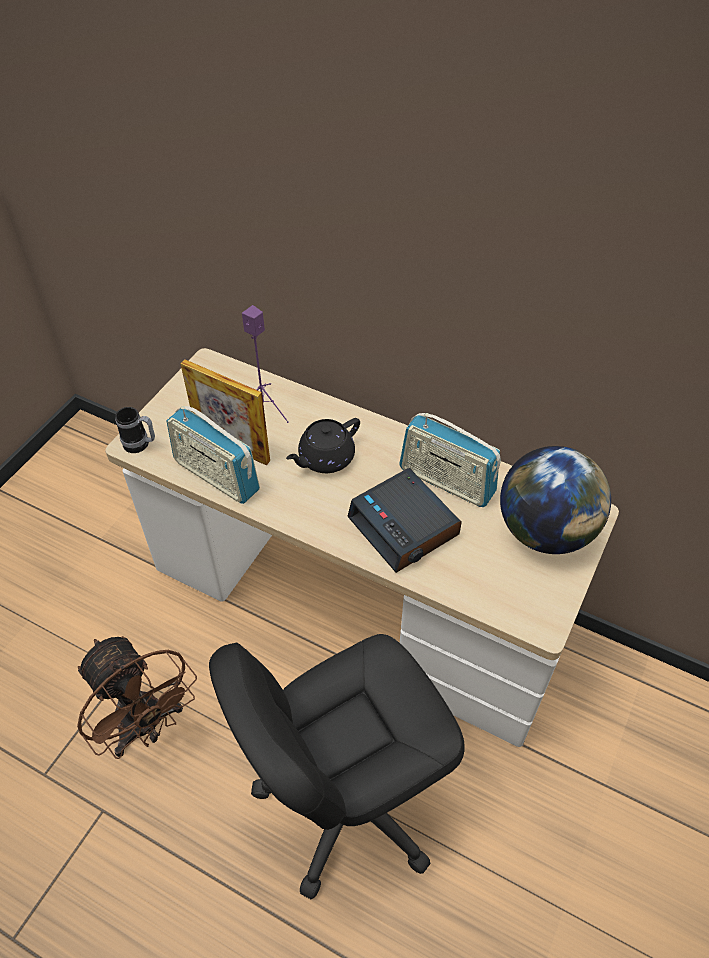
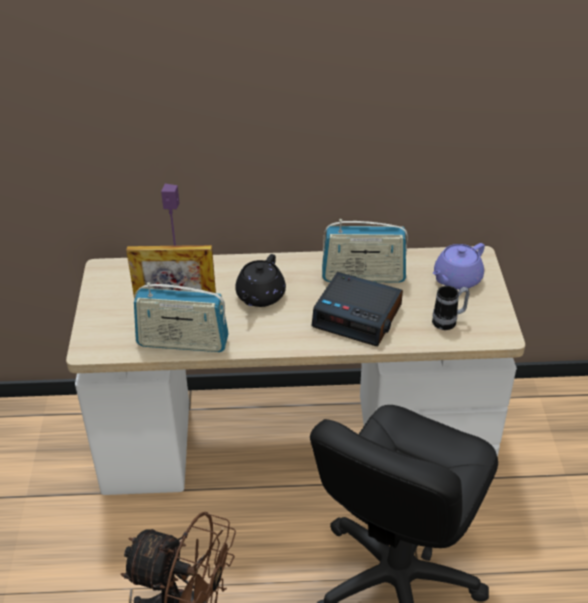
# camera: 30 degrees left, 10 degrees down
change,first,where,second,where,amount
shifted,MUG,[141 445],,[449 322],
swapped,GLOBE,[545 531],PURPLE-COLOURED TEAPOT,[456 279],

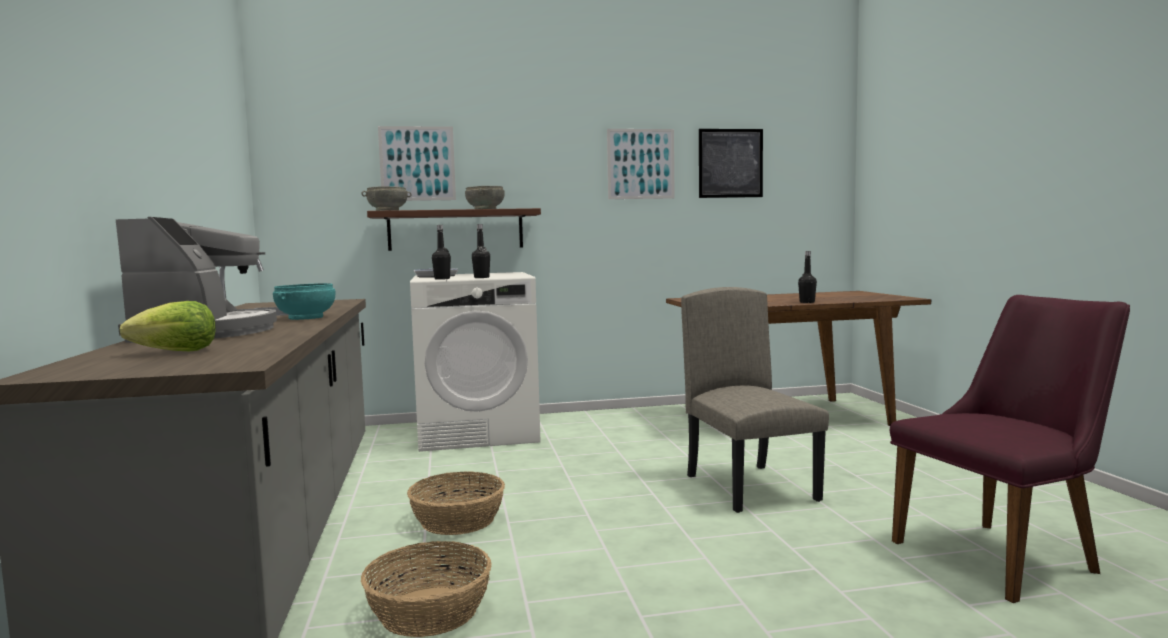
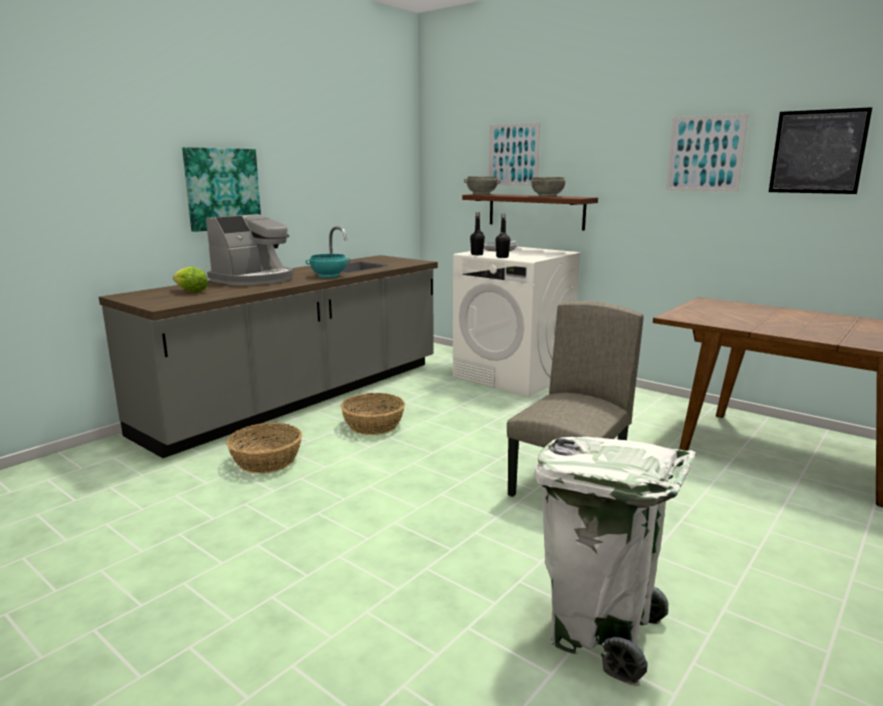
# camera: 50 degrees right, 10 degrees up
change,first,where,second,where,amount
gone,BLACK BEVERAGE BOTTLE,[807 302],,,
swapped,PURPLE-COLOURED UPRIGHT CHAIR,[1007 555],WHITISH TRASH CAN,[600 633],
new,,,WALL ART,[222 189],

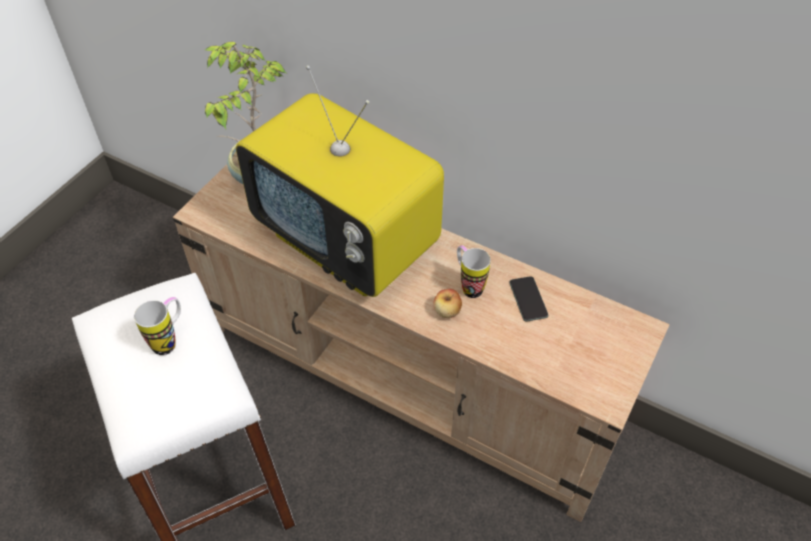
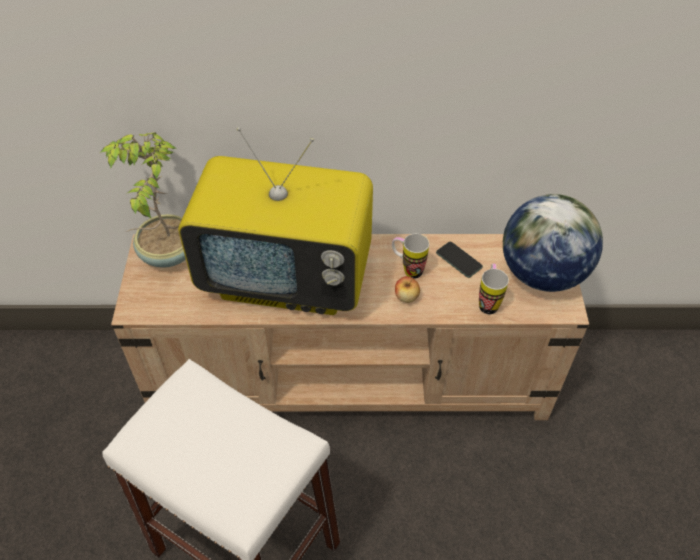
# camera: 30 degrees left, 0 degrees up
change,first,where,second,where,amount
shifted,MUG,[170 340],,[488 302],
new,,,GLOBE,[541 273],

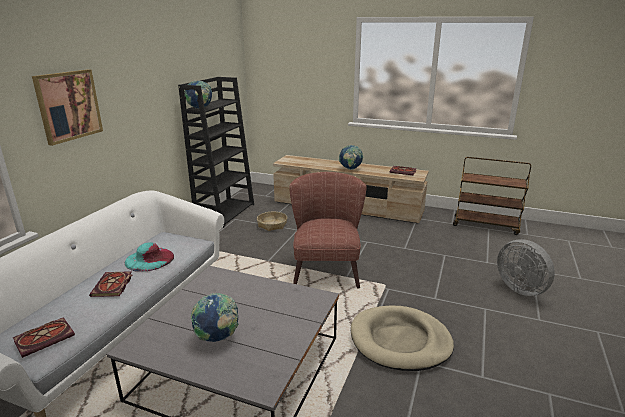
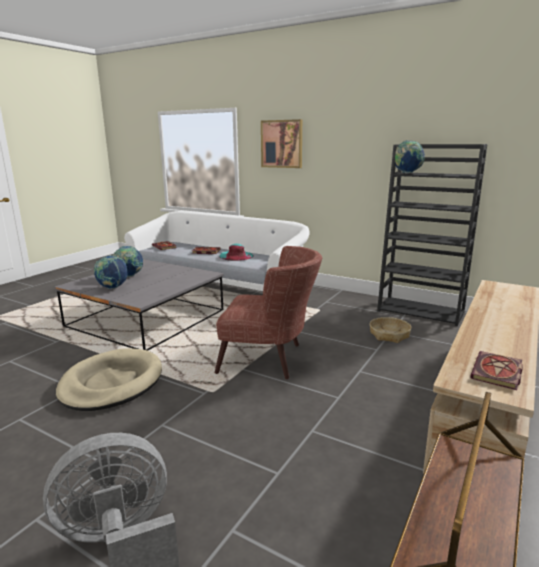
# camera: 100 degrees right, 5 degrees down
change,first,where,second,where,amount
shifted,GLOBE,[350 169],,[112 288],

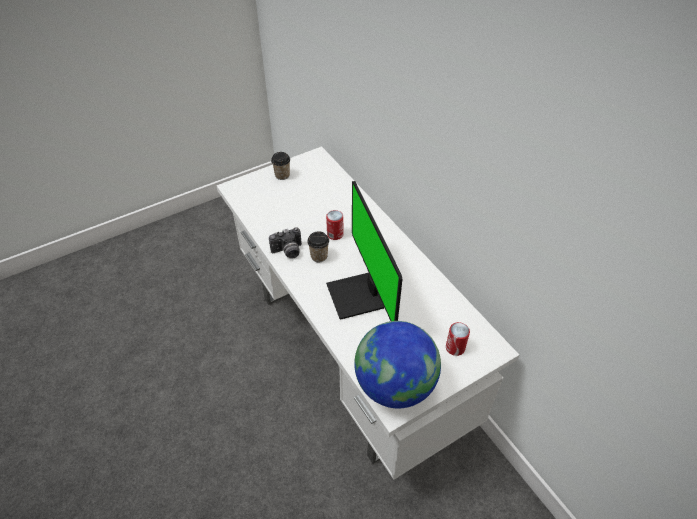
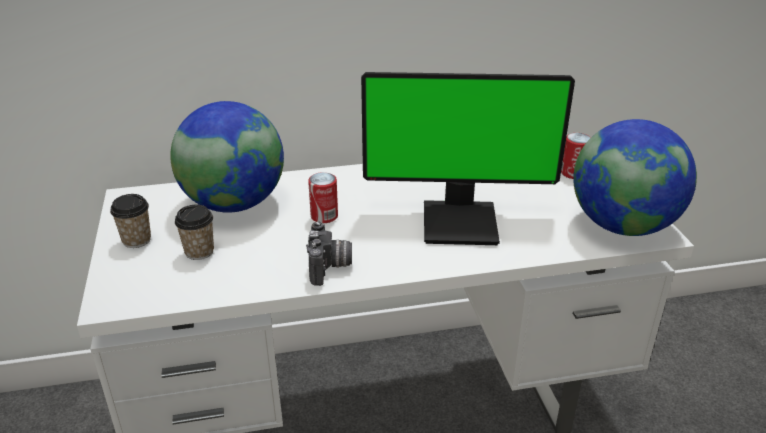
# camera: 70 degrees left, 15 degrees down
change,first,where,second,where,amount
shifted,SMALL CUP,[319 256],,[199 252],
new,,,GLOBE,[234 204],

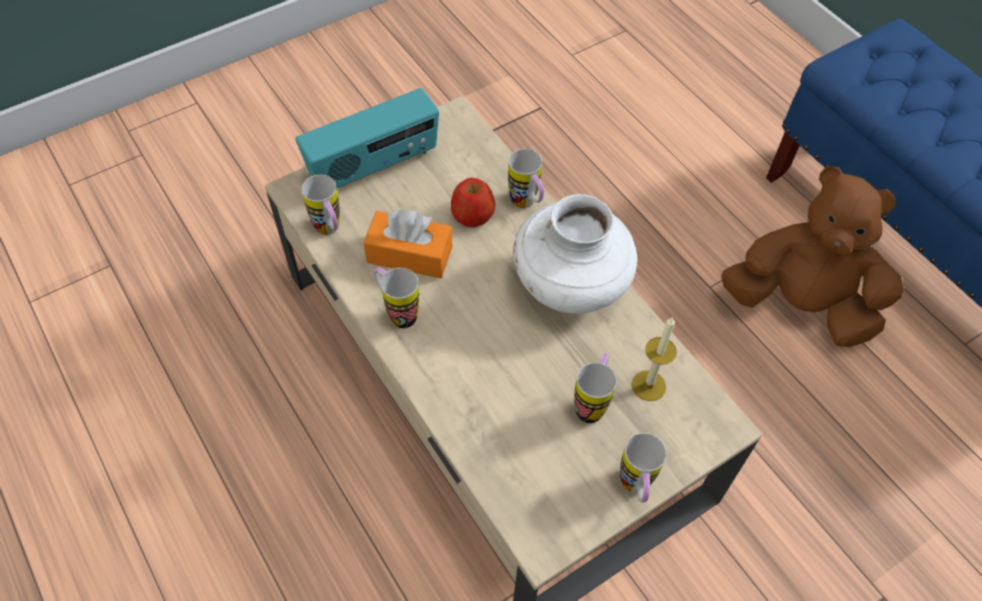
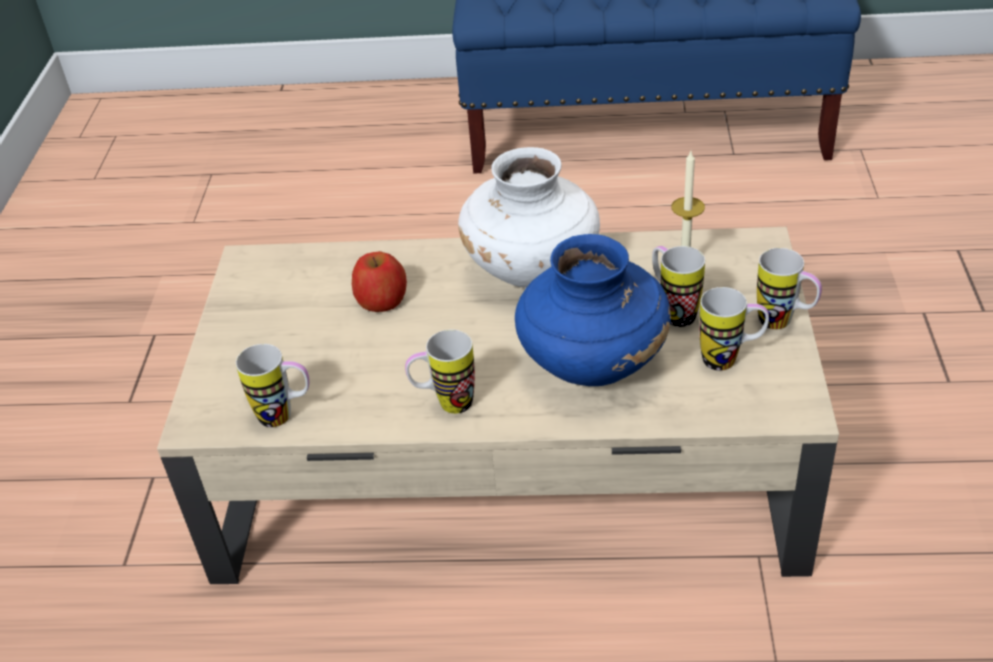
# camera: 50 degrees left, 15 degrees down
change,first,where,second,where,amount
gone,RADIO SET,[374 166],,,
shifted,MUG,[526 205],,[730 360],
gone,BROWN-COLOURED SOFT TOY,[800 305],,,
gone,ORANGE-COLOURED BOX OF TISSUES,[409 254],,,
new,,,BLUE-COLOURED VASE,[591 363],

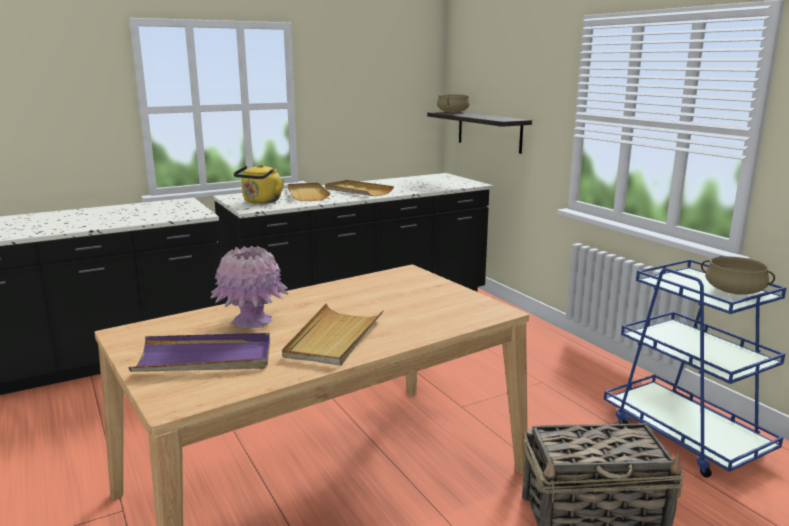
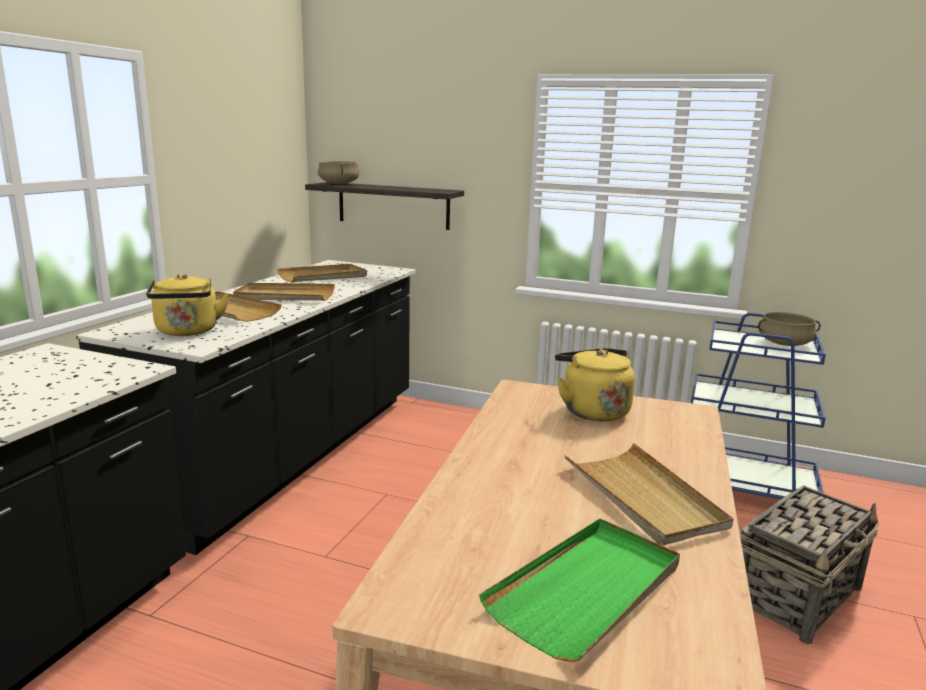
# camera: 40 degrees left, 0 degrees up
change,first,where,second,where,amount
gone,PINK-COLOURED VASE,[251 321],,,
repainted,PURPLE-COLOURED CARRYING TRAY,[205 358],GREENISH CARRYING TRAY,[587 590],
new,,,BEIGE-COLOURED CARRYING TRAY,[323 276],
new,,,YELLOW-COLOURED WATER KETTLE,[592 410],

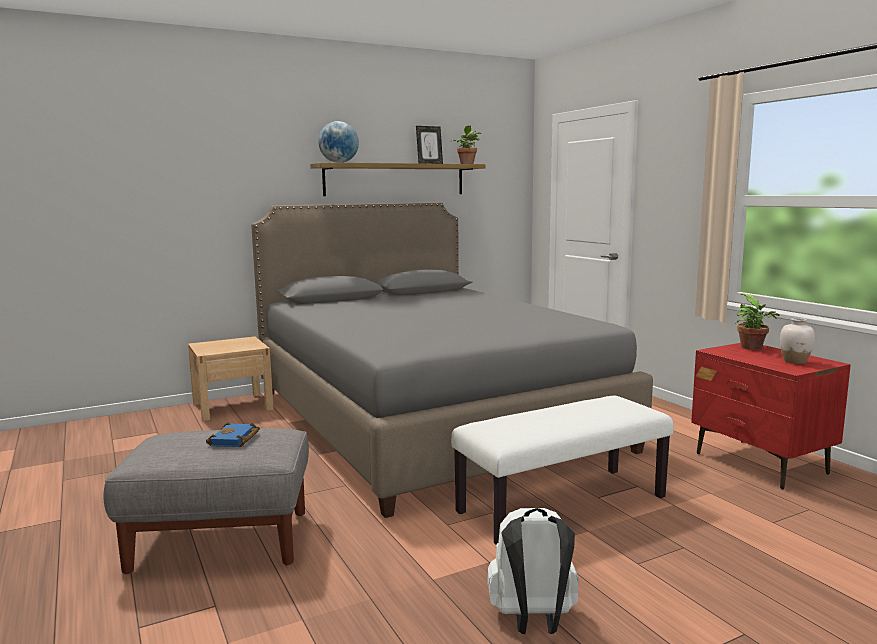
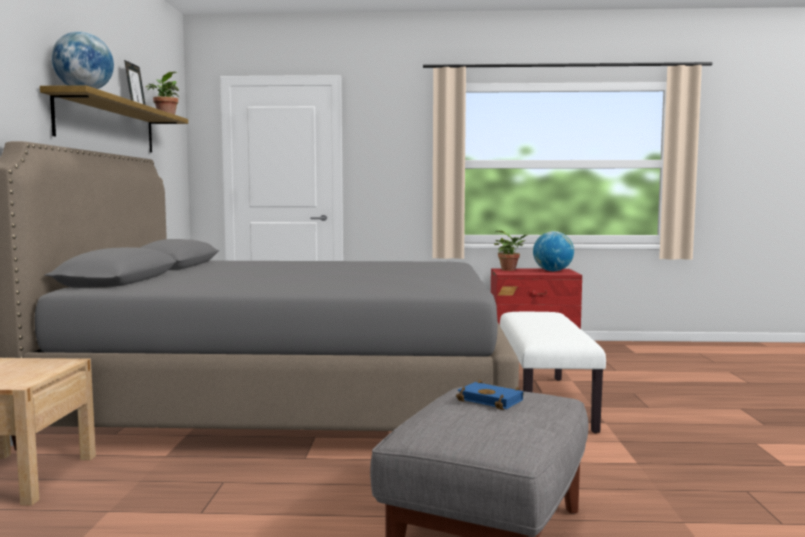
# camera: 60 degrees left, 5 degrees down
change,first,where,second,where,amount
swapped,WHITISH VASE,[795 361],GLOBE,[552 271],
gone,WHITISH RUCKSACK,[533 621],,,

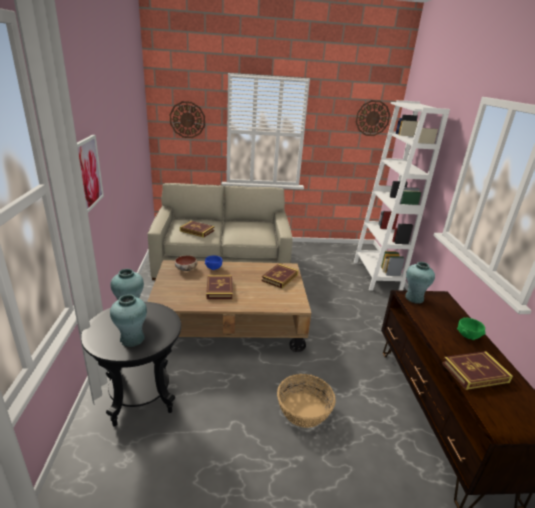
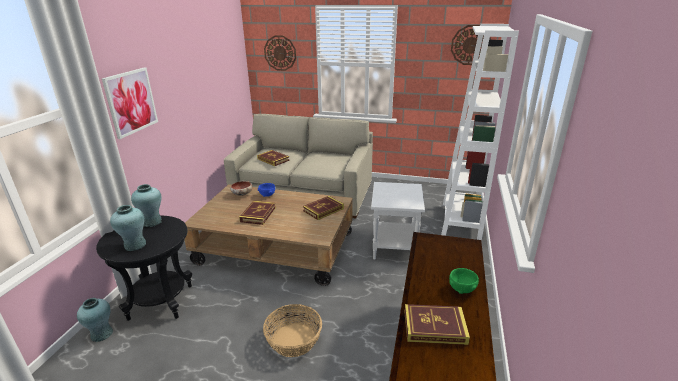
# camera: 20 degrees right, 0 degrees up
change,first,where,second,where,amount
shifted,TURQUOISE-COLOURED VASE,[414 298],,[101 334],
new,,,WHITISH ACCENT TABLE,[393 247],

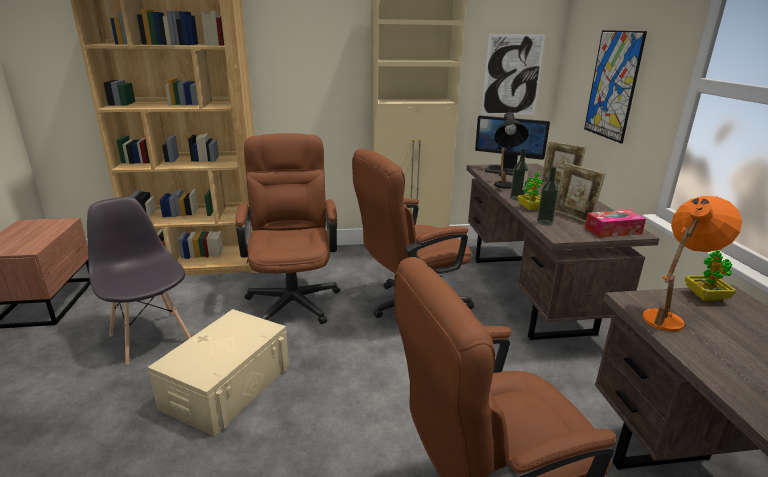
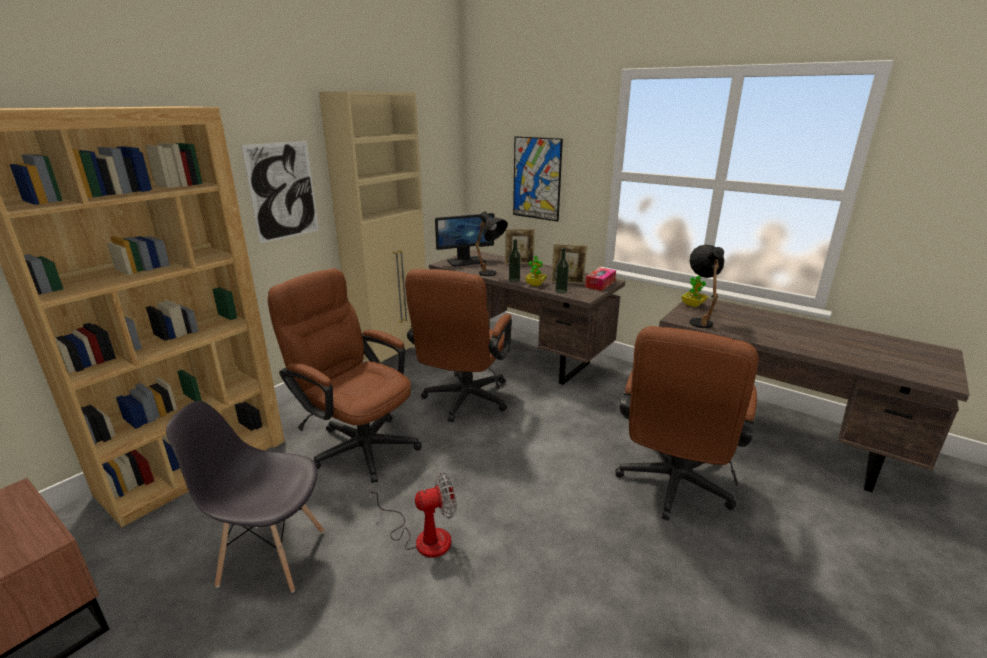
# camera: 45 degrees left, 0 degrees up
change,first,where,second,where,amount
shifted,WALL ART,[512 75],,[283 191],
repainted,ORANGE-COLOURED TABLETOP LAMP,[670 316],BLACK TABLETOP LAMP,[699 320],
swapped,BEIGE-COLOURED STORAGE BIN,[227 386],ELECTRIC FAN,[423 537],

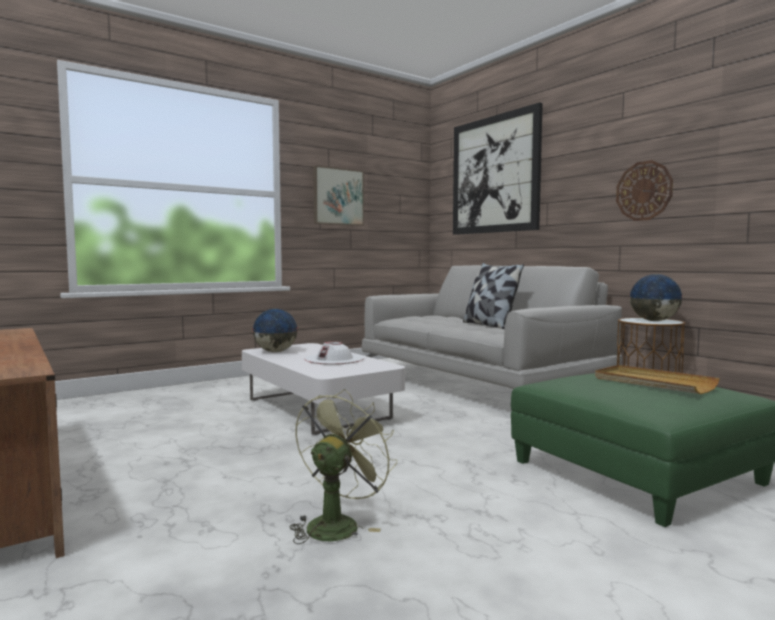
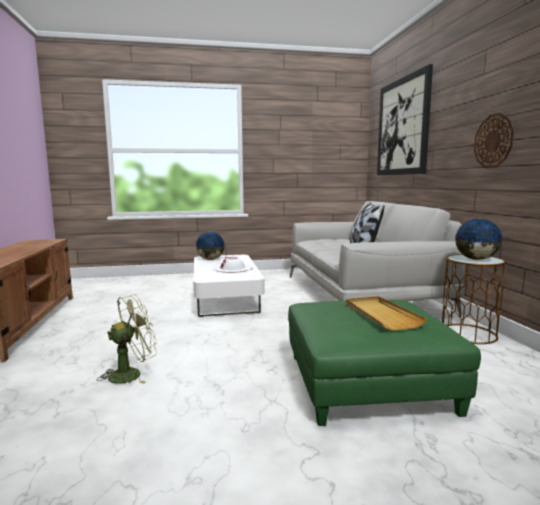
# camera: 25 degrees right, 5 degrees up
change,first,where,second,where,amount
gone,WALL ART,[338 196],,,

